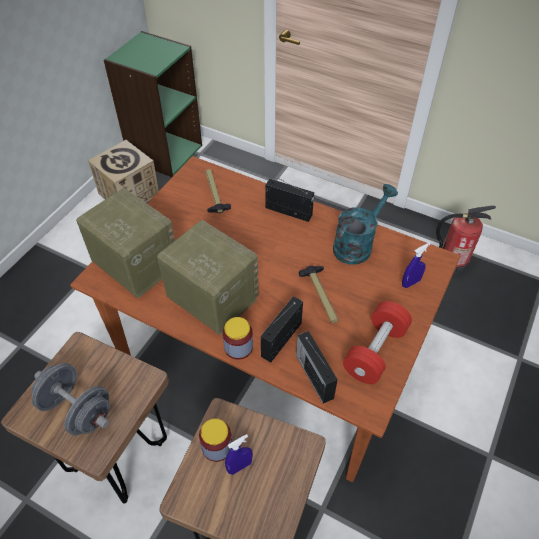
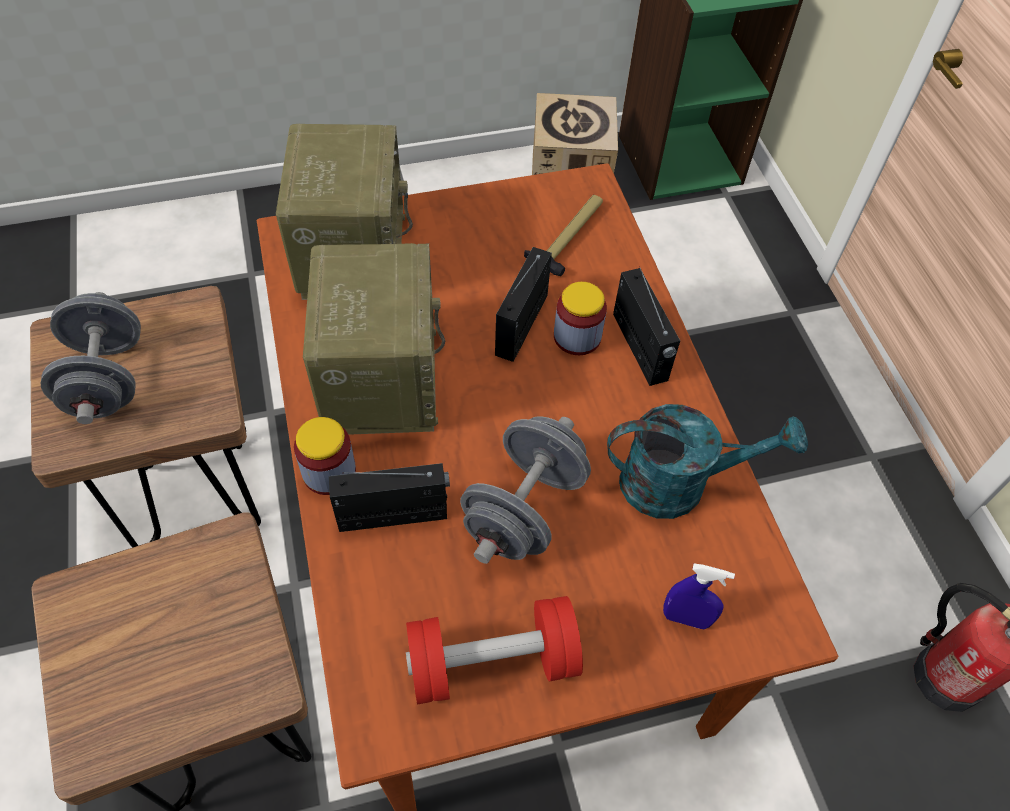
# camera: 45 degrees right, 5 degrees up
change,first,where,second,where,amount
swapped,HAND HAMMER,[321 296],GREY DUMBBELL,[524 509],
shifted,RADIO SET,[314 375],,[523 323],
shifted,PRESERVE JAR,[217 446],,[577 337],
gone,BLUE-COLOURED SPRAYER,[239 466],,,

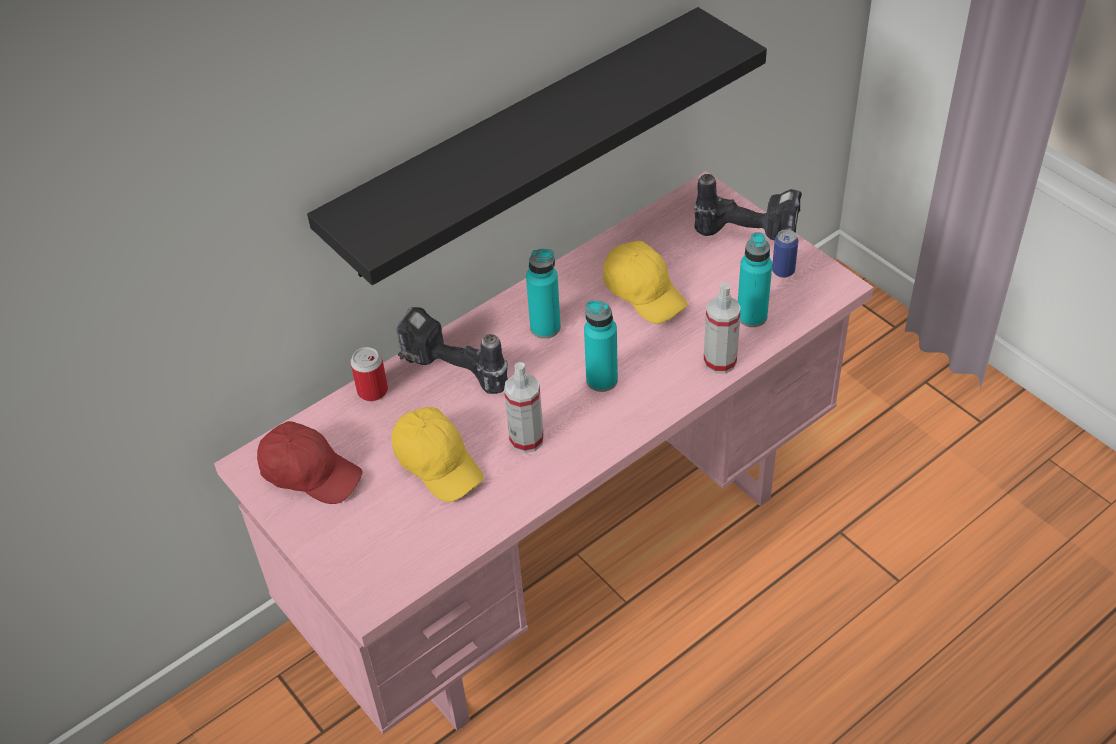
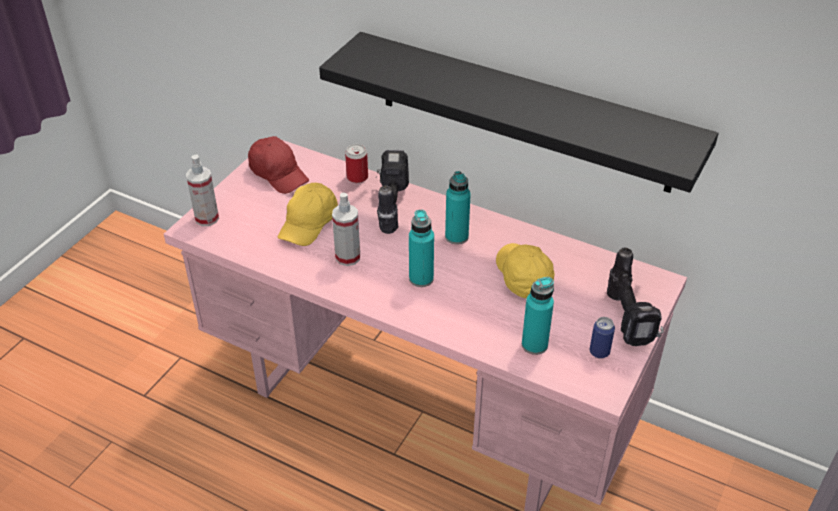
# camera: 65 degrees right, 5 degrees down
change,first,where,second,where,amount
rotated,YELLOW-COLOURED BASEBALL CAP,[644 292],,[523 277],135 degrees clockwise
shifted,SPRAYER,[720 361],,[207 218],
rotated,RED-COLOURED BASEBALL CAP,[310 473],,[279 174],45 degrees counterclockwise

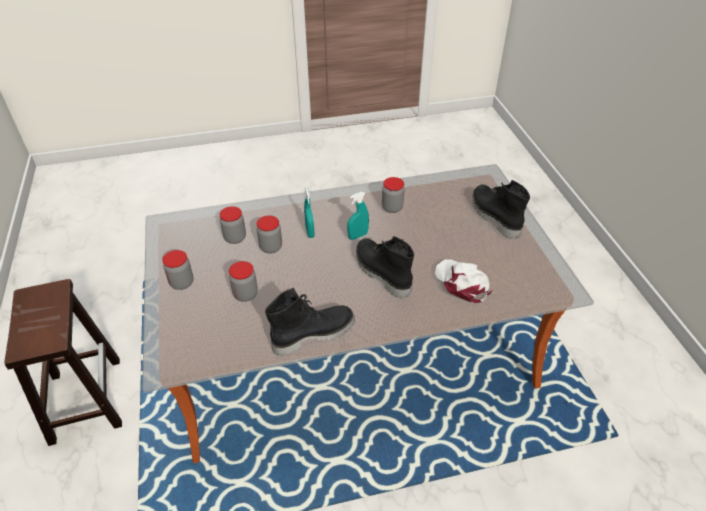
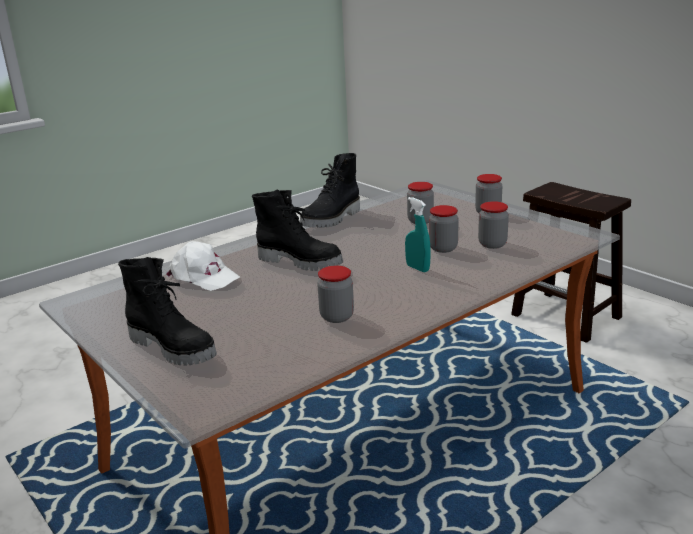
# camera: 155 degrees right, 20 degrees down
change,first,where,second,where,amount
gone,TURQUOISE-COLOURED SPRAYER,[358 236],,,

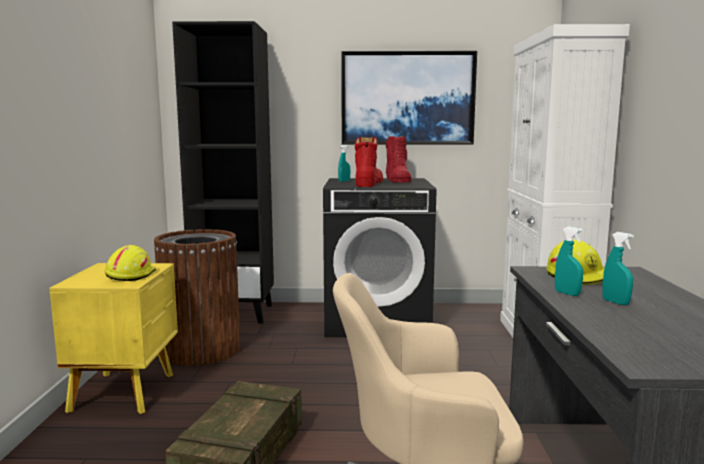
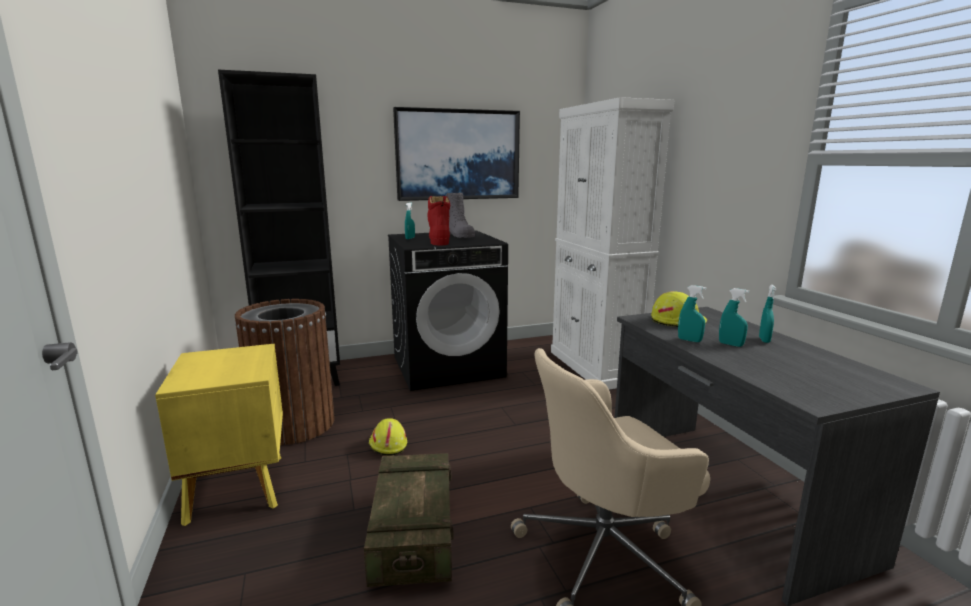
# camera: 20 degrees left, 5 degrees up
change,first,where,second,where,amount
repainted,RED-COLOURED HIGH-TOP BOOT,[397 180],GREY HIGH-TOP BOOT,[458 235],
shifted,YELLOW-COLOURED WORK HELMET,[130 275],,[387 444],
new,,,TURQUOISE-COLOURED SPRAYER,[764 340],

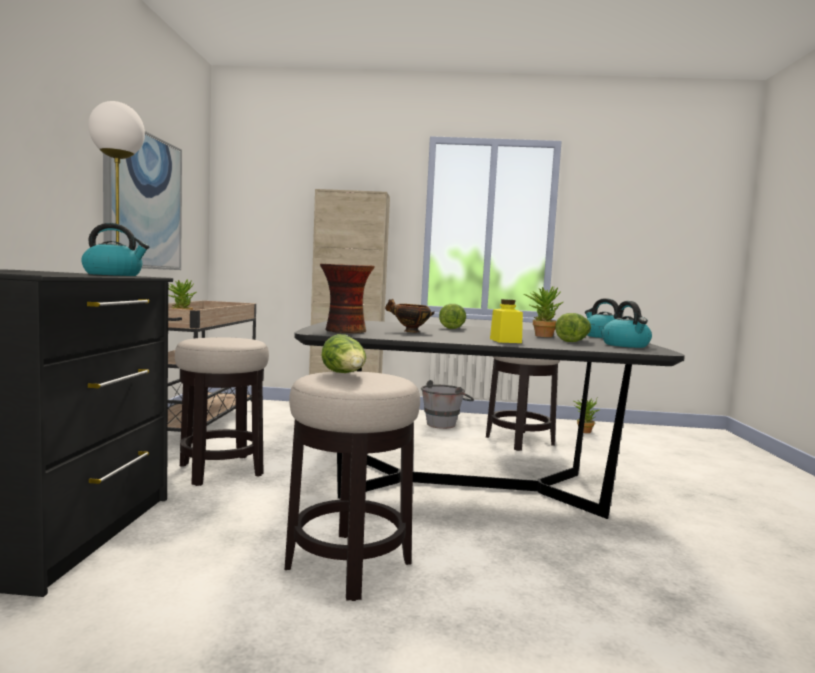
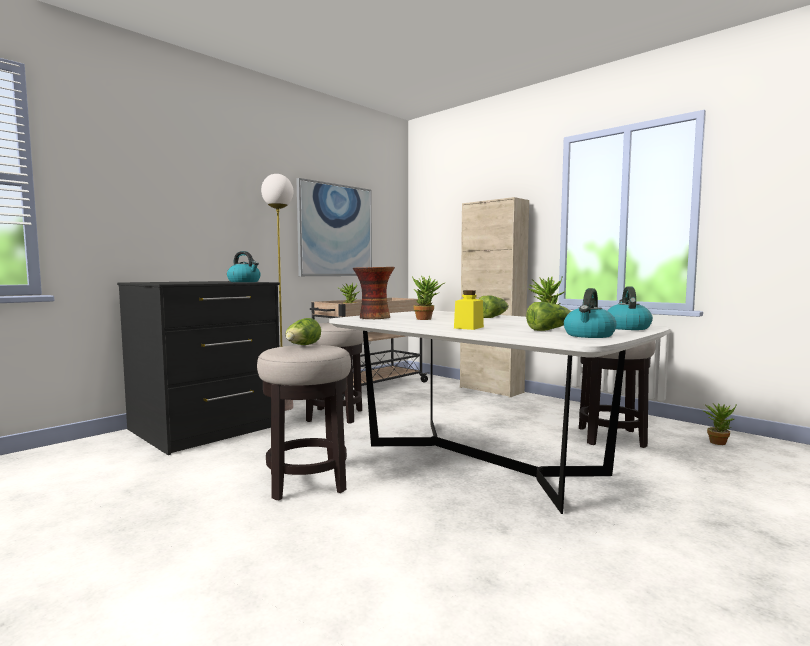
# camera: 40 degrees right, 0 degrees up
change,first,where,second,where,amount
swapped,BOWL,[409 331],POTTED PLANT,[427 319],
repainted,BLACK DINNER TABLE,[468 486],WHITISH DINNER TABLE,[481 460],
gone,GREY WATER BUCKET,[445 423],,,

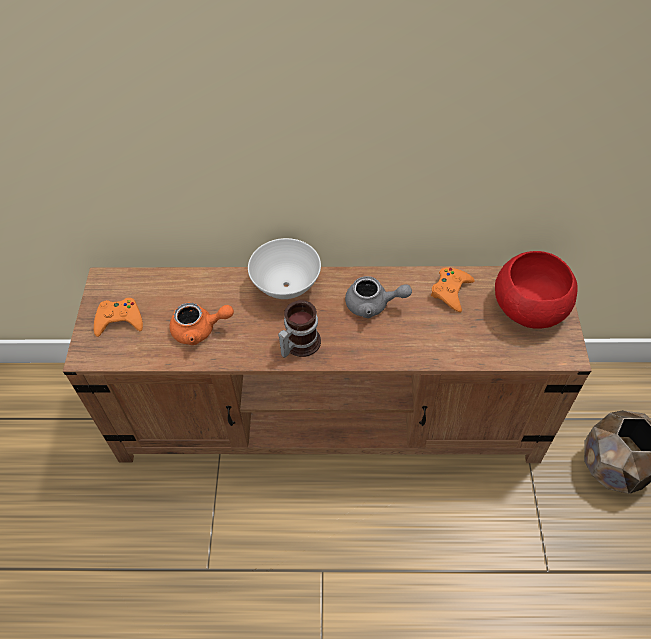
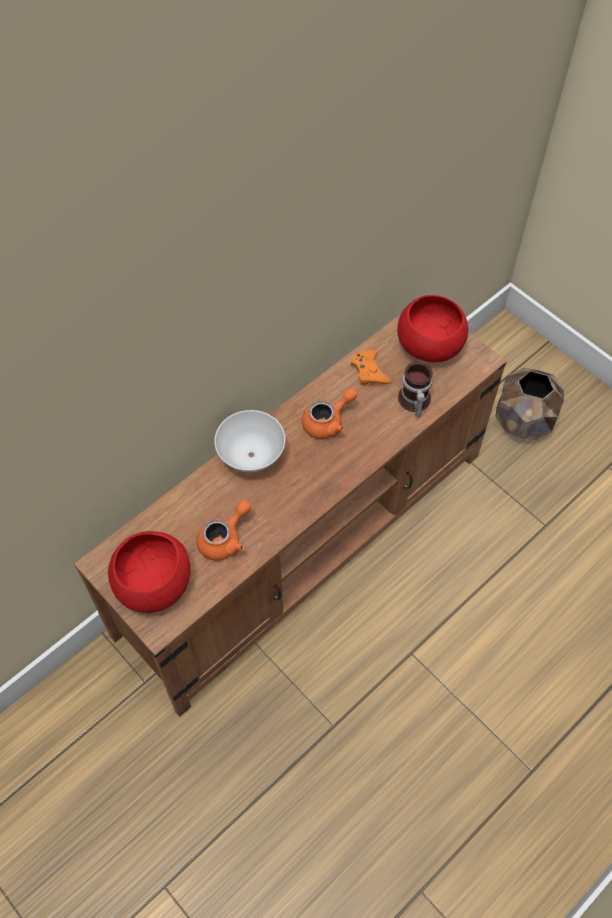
# camera: 45 degrees left, 5 degrees up
change,first,where,second,where,amount
repainted,GREY TEAPOT,[373 305],ORANGE-COLOURED TEAPOT,[328 422],
swapped,ORANGE-COLOURED GAME CONTROLLER,[119 320],RED-COLOURED BOWL,[153 582],
shifted,MUG,[298 343],,[413 401],

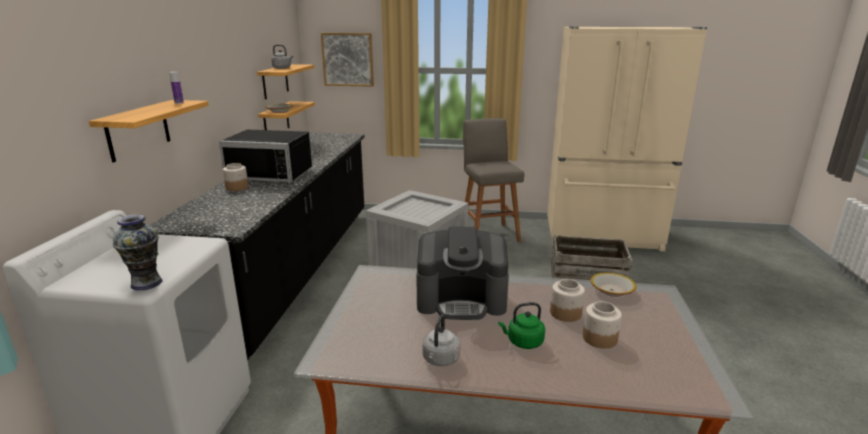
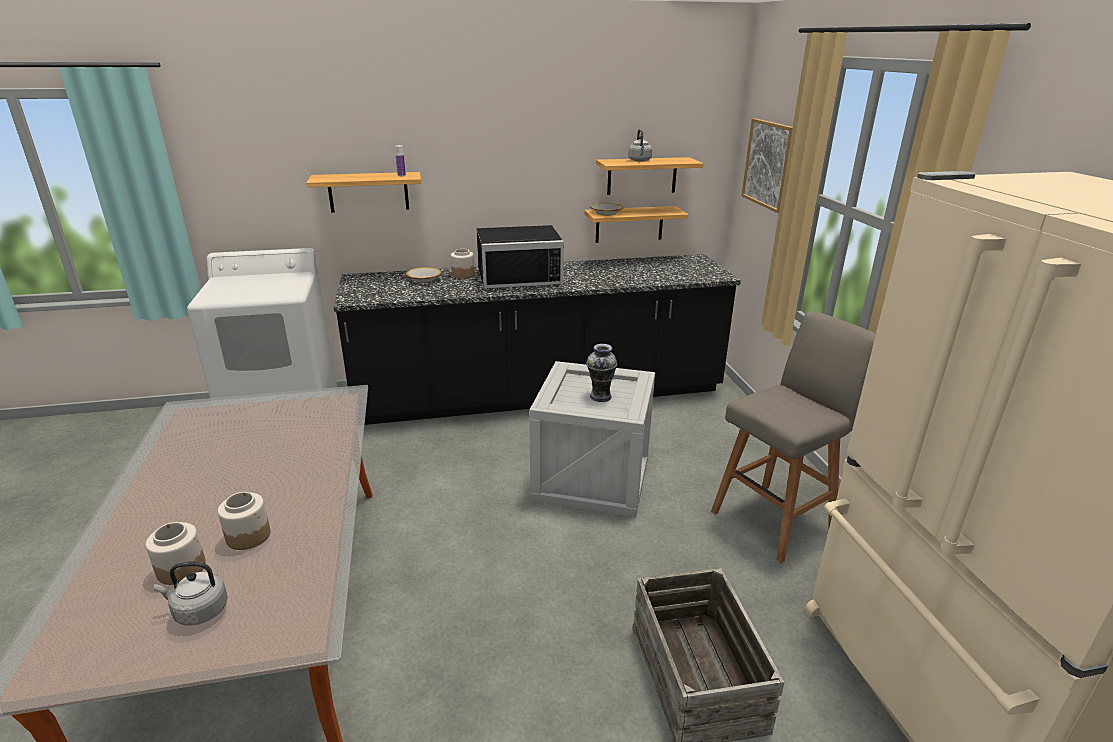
# camera: 70 degrees right, 5 degrees up
change,first,where,second,where,amount
rotated,BLACK KITCHEN MICROWAVE,[273 173],,[519 276],90 degrees counterclockwise
shifted,VASE,[147 283],,[601 396],
gone,COFFEE MACHINE,[462 300],,,
shifted,BOWL,[611 290],,[424 279],
gone,GREENISH WATER KETTLE,[523 342],,,
shifted,GREY WATER KETTLE,[440 360],,[198 611],

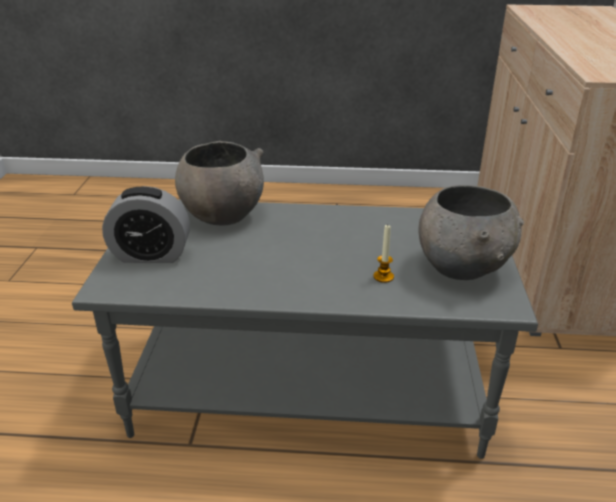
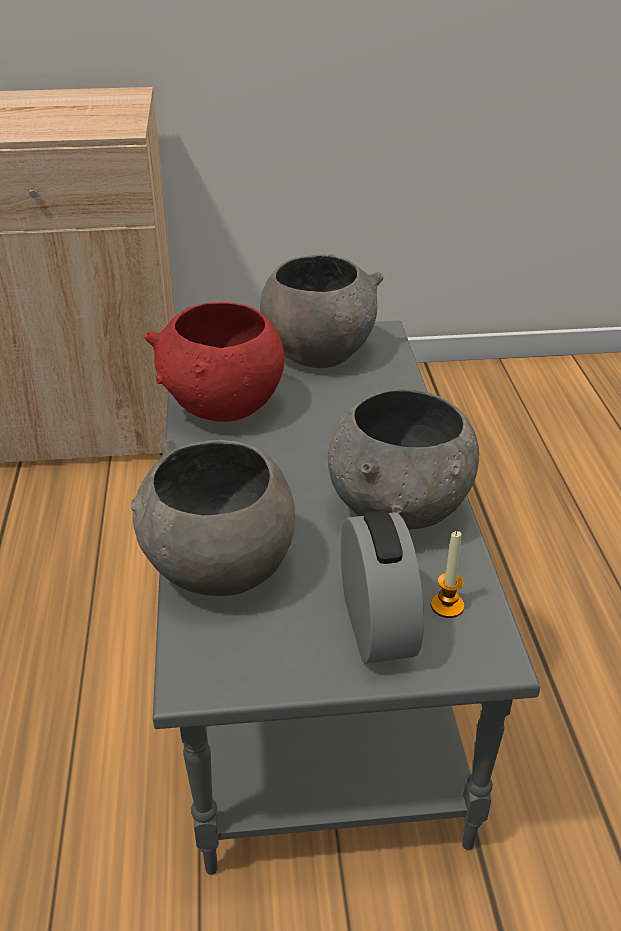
# camera: 100 degrees left, 5 degrees up
change,first,where,second,where,amount
shifted,CANDLE,[383 277],,[447 606],
new,,,RED-COLOURED BOWL,[223 408],
new,,,GREY BOWL,[400 510],

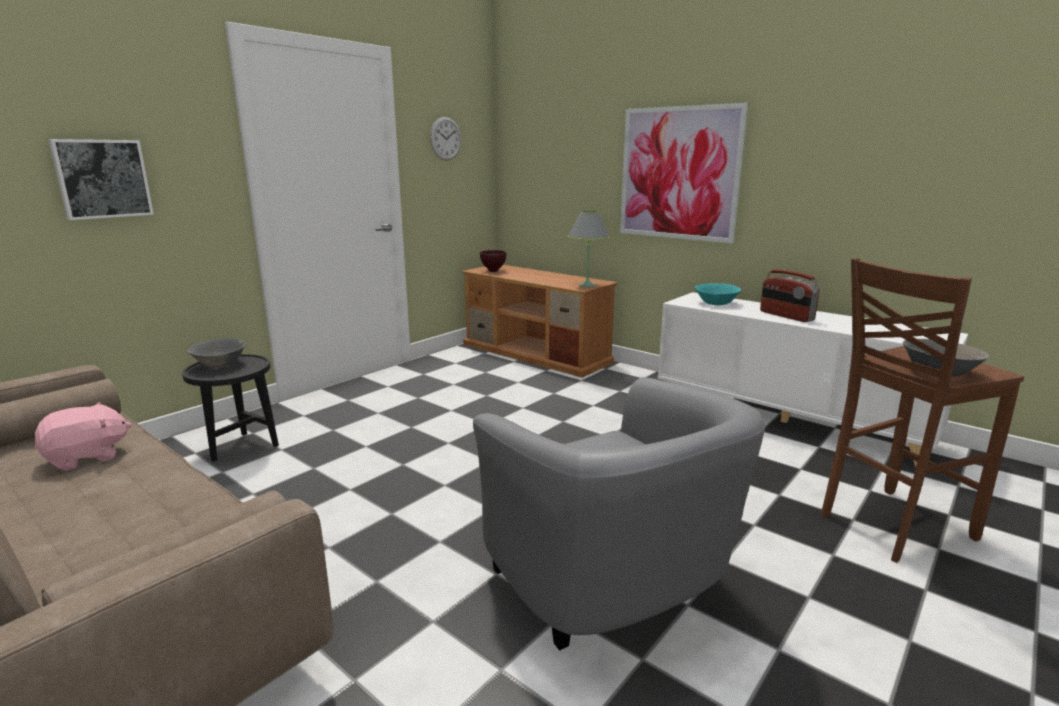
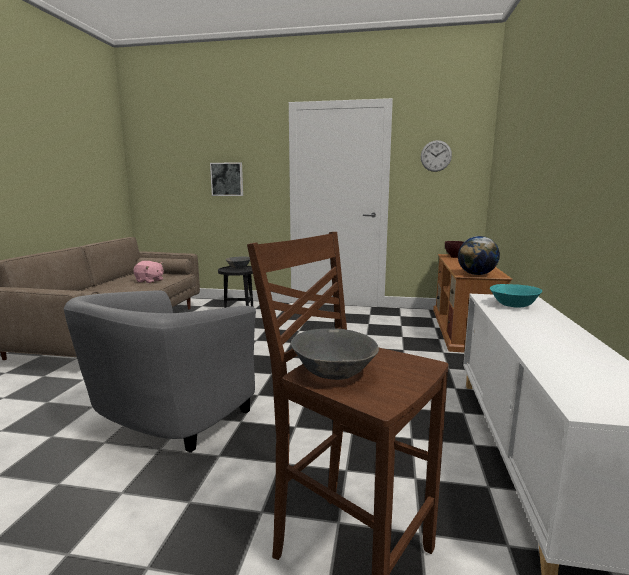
# camera: 60 degrees right, 5 degrees down
change,first,where,second,where,amount
gone,WALL ART,[678 174],,,
swapped,GREY TABLETOP LAMP,[587 285],GLOBE,[476 274],
gone,RADIO SET,[786 316],,,

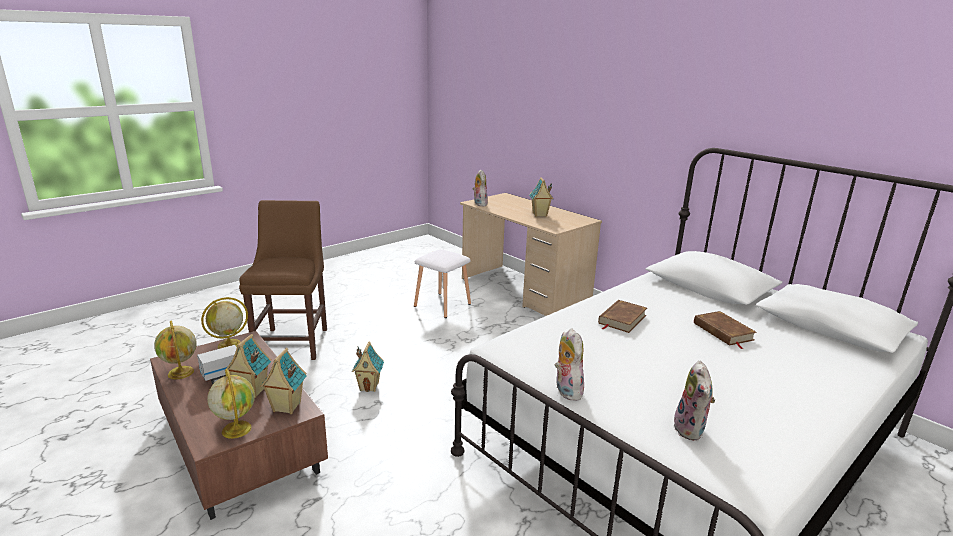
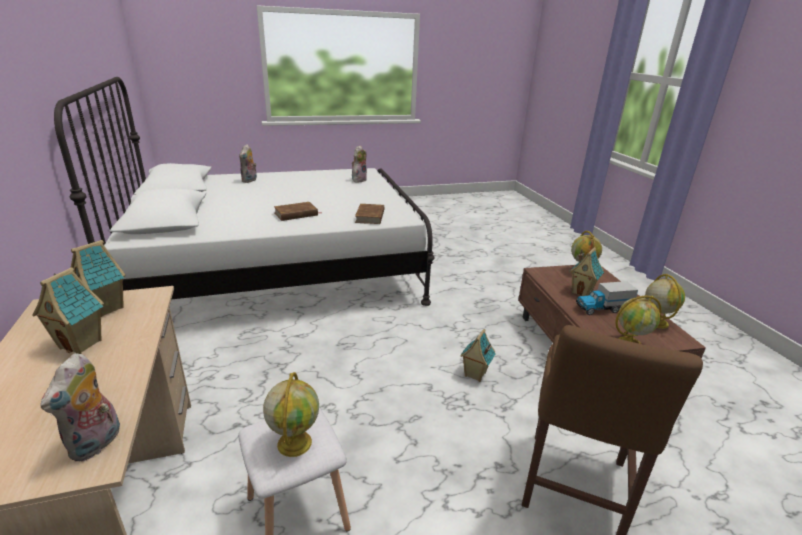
# camera: 155 degrees left, 5 degrees up
change,first,where,second,where,amount
shifted,BROWN-COLOURED BOOK,[723 332],,[370 216],
shifted,SOFT TOY,[566 390],,[250 180],
shifted,TOY HOUSE,[286 407],,[107 308],
new,,,GLOBE,[294 442],

